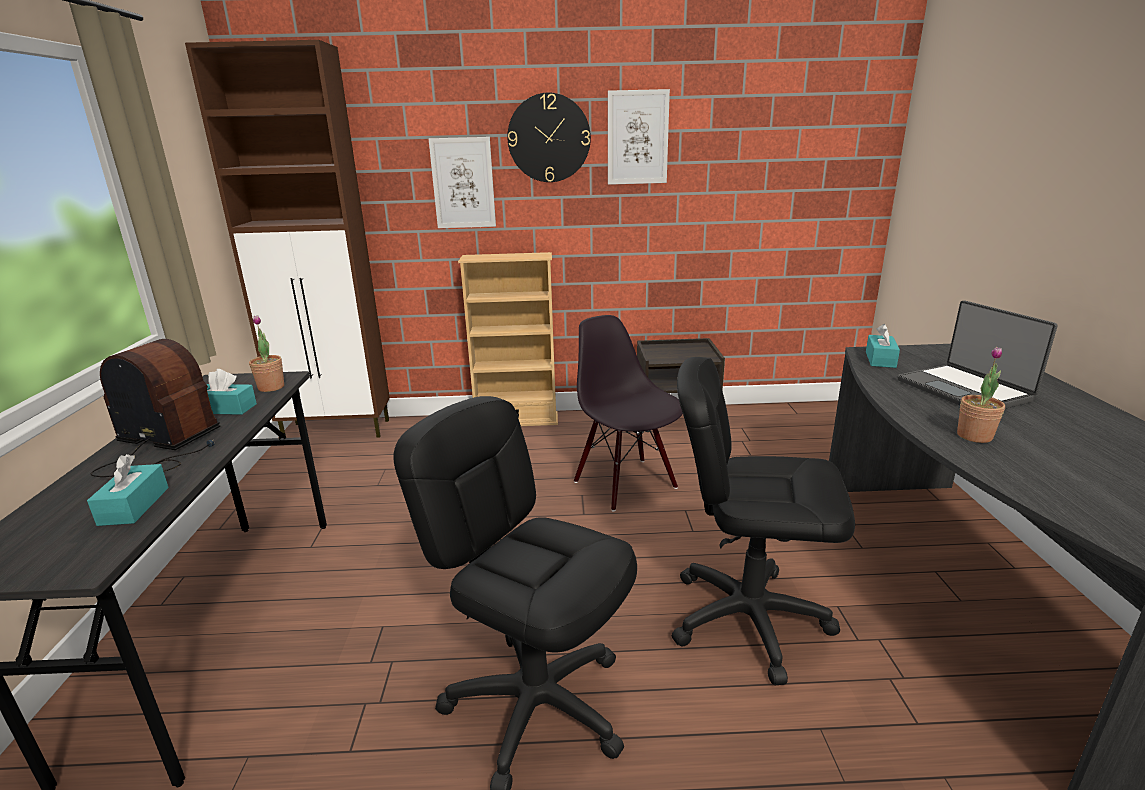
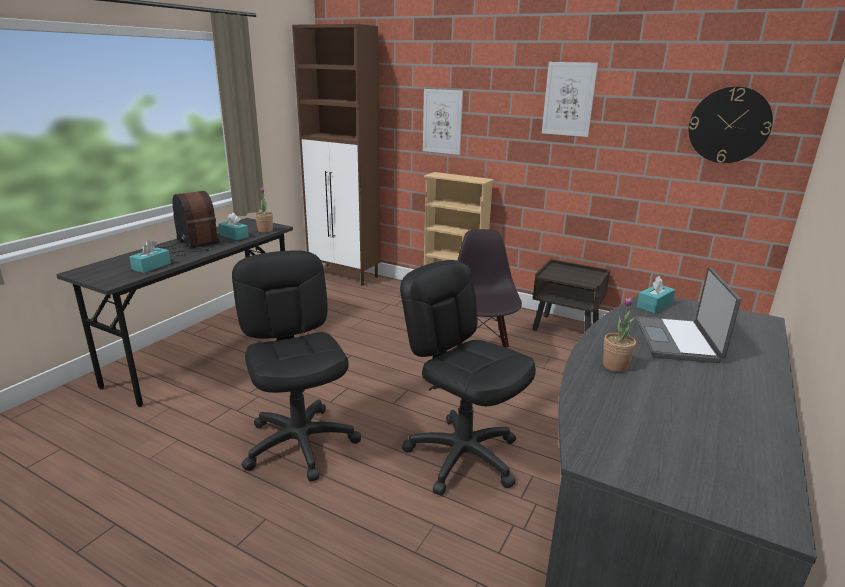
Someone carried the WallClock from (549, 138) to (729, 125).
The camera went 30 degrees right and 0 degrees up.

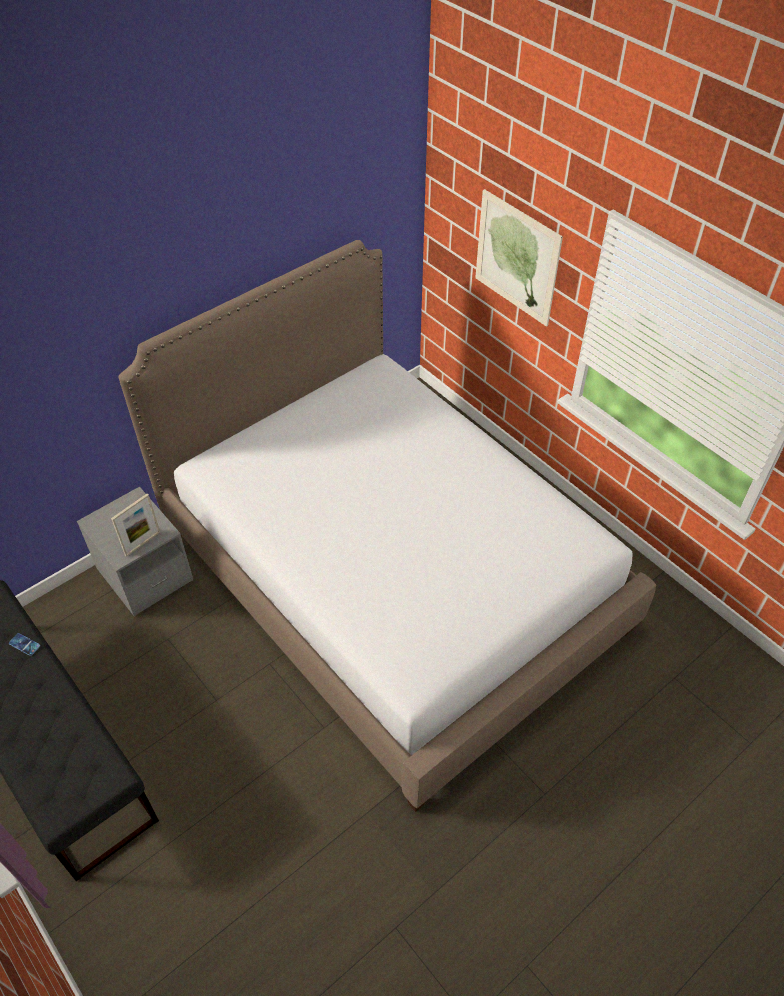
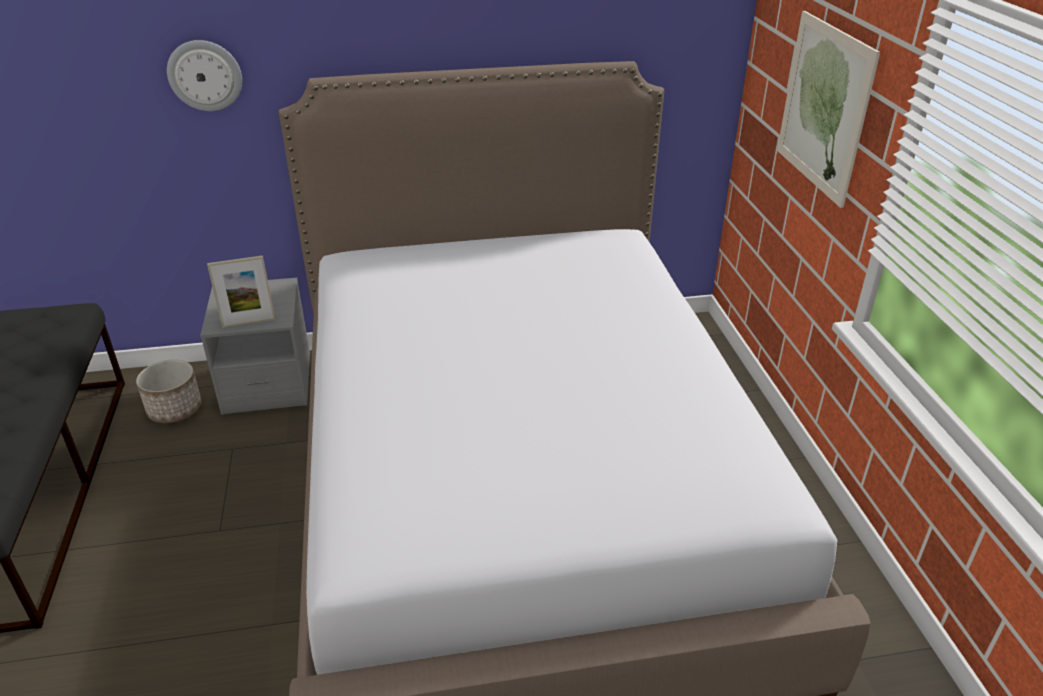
Someone took away the Handset at (24, 644).
Someone put up the WallClock at (205, 75).
Someone put down the FlowerPot at (175, 409).
The camera went 30 degrees right and 15 degrees down.

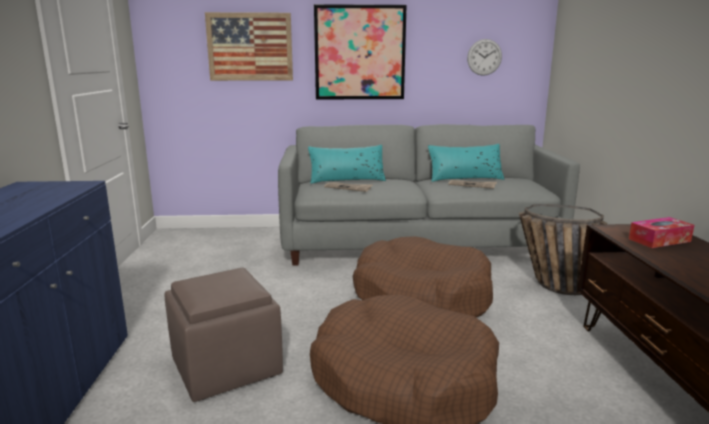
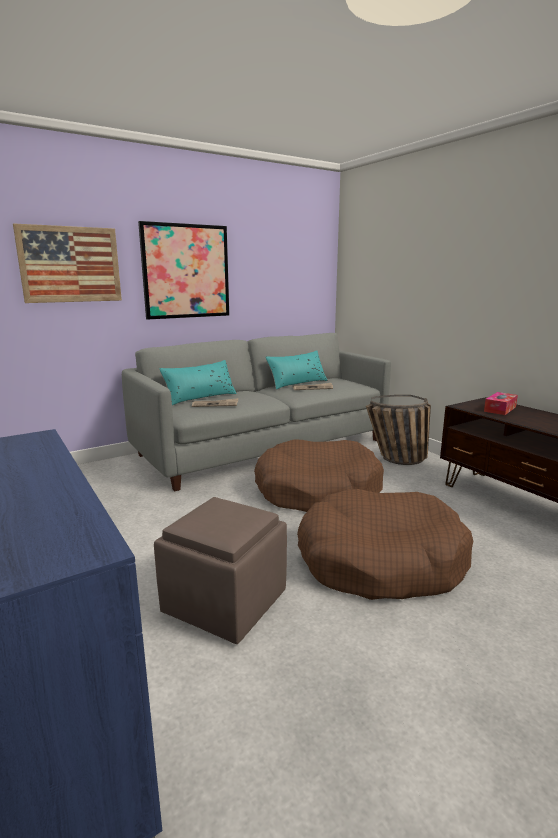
Someone took away the WallClock at (484, 57).
The camera went 30 degrees left and 0 degrees up.

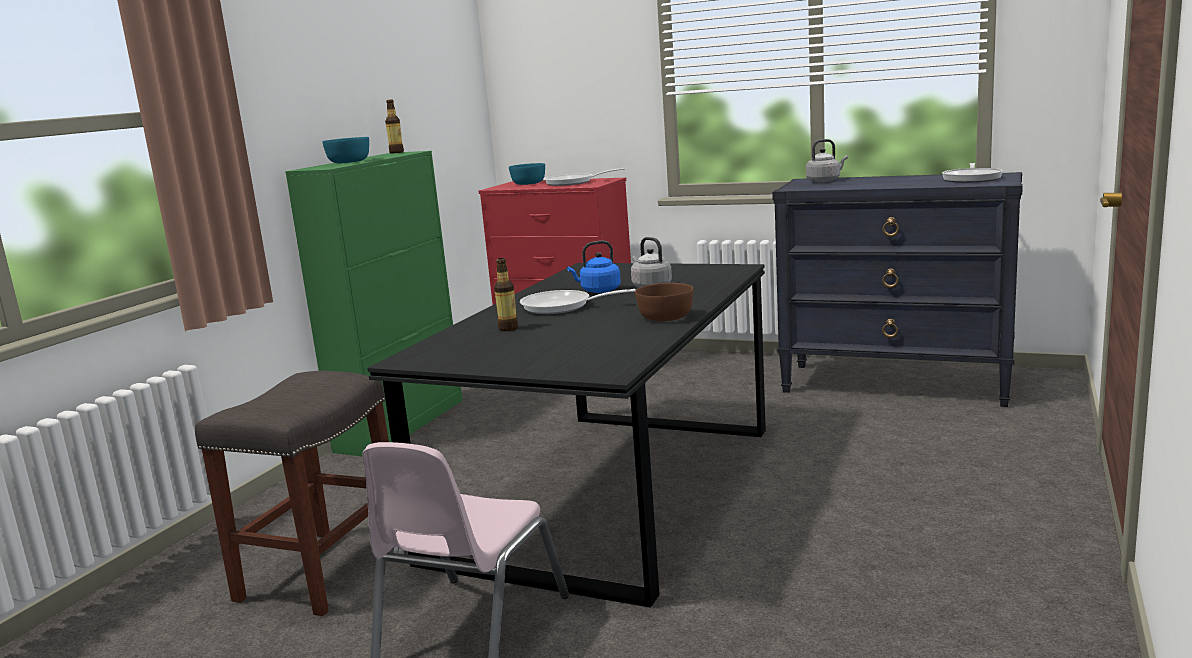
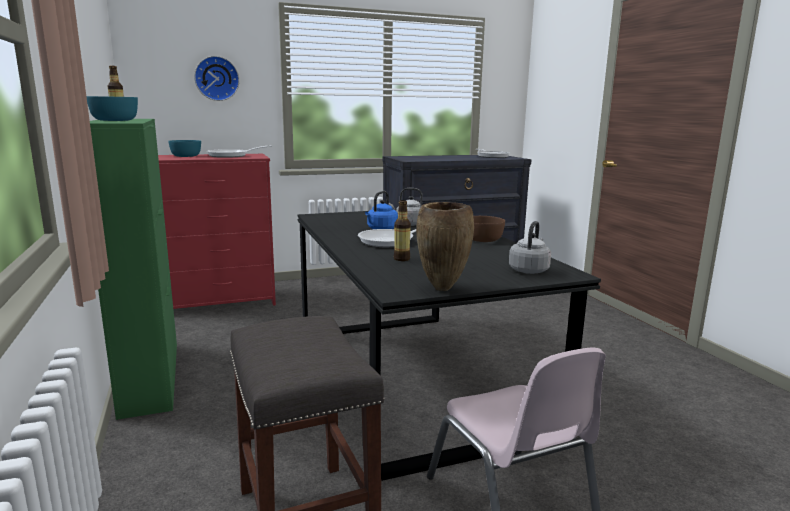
Someone carried the GreyKettle from (825, 180) to (529, 270).
Someone put up the WallClock at (216, 78).
Someone put down the BrownishFlowerVase at (442, 289).
The camera went 45 degrees left and 0 degrees up.

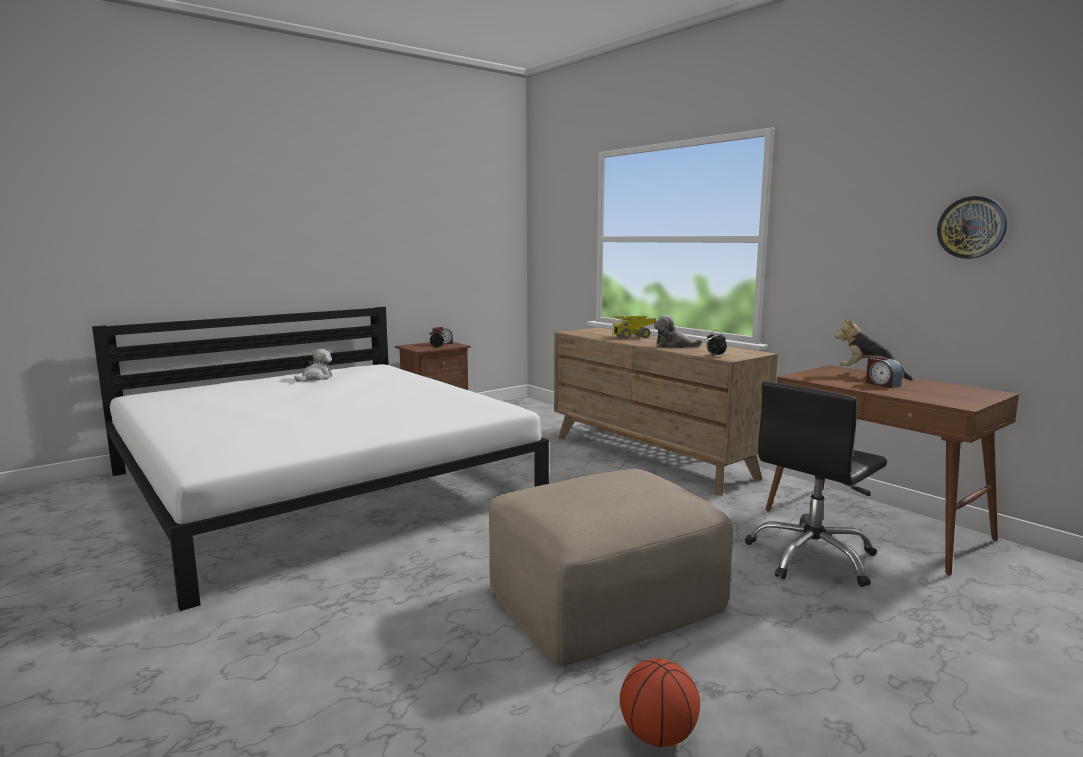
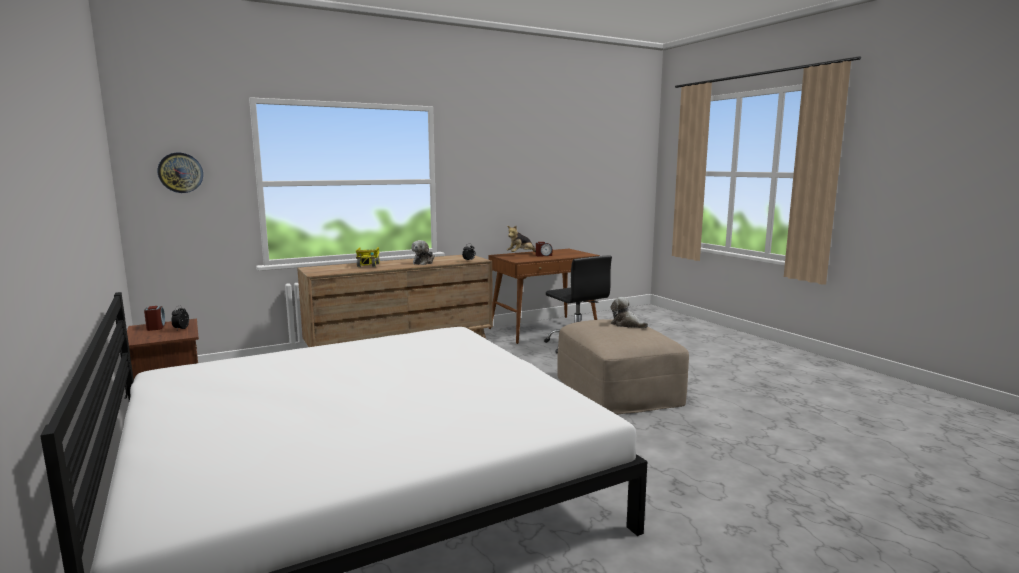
Someone carried the WallClock from (971, 227) to (180, 172).
Someone carried the SoftToy from (316, 378) to (626, 324).
Someone took away the Basketball at (657, 736).
The camera went 80 degrees left and 0 degrees up.

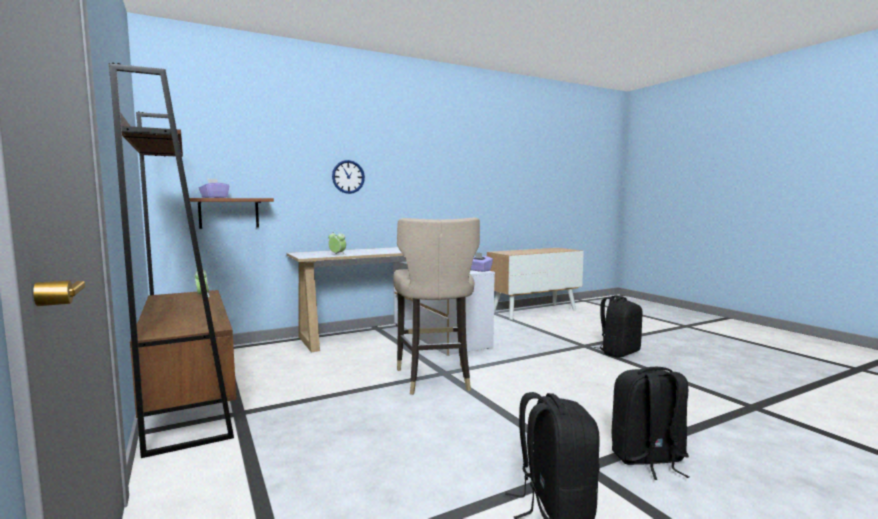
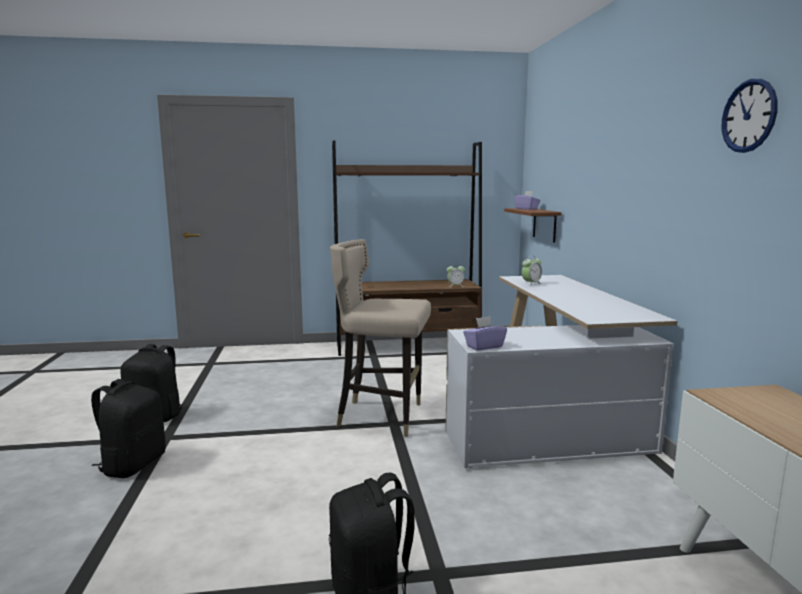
Someone carried the WallClock from (348, 177) to (749, 116).
The camera went 110 degrees right and 5 degrees up.

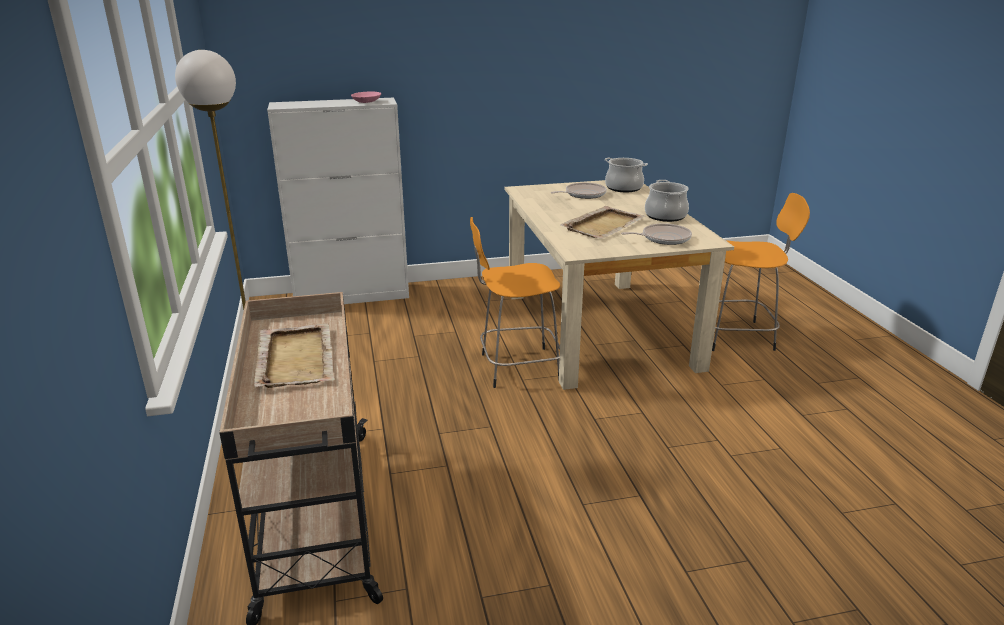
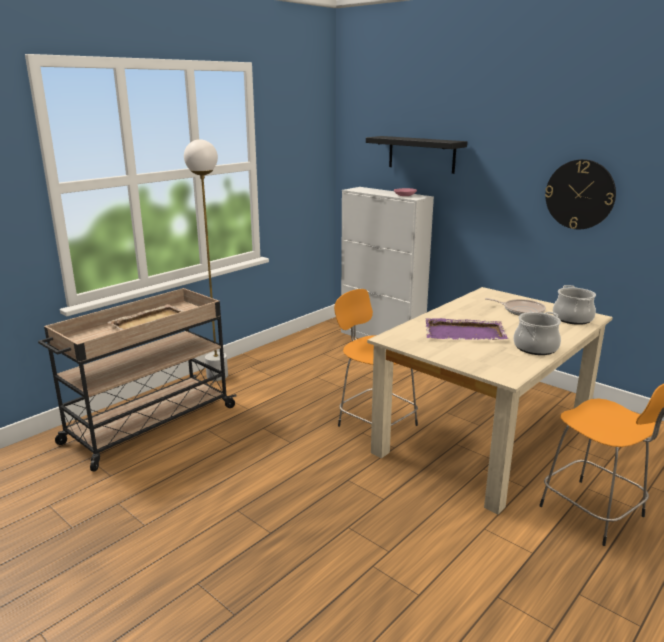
Someone repainted the BeigeColouredTray at (603, 225), which became the PurpleColouredTray at (465, 333).
Someone took away the FryingPan at (663, 238).
Someone put up the BlackishShelf at (421, 154).
Someone put up the WallClock at (580, 194).
The camera went 55 degrees right and 5 degrees down.

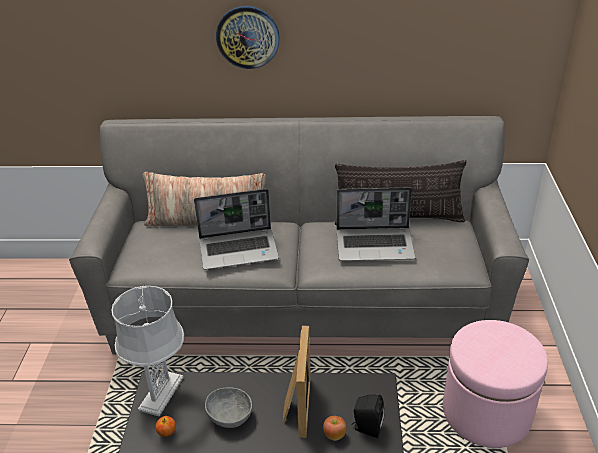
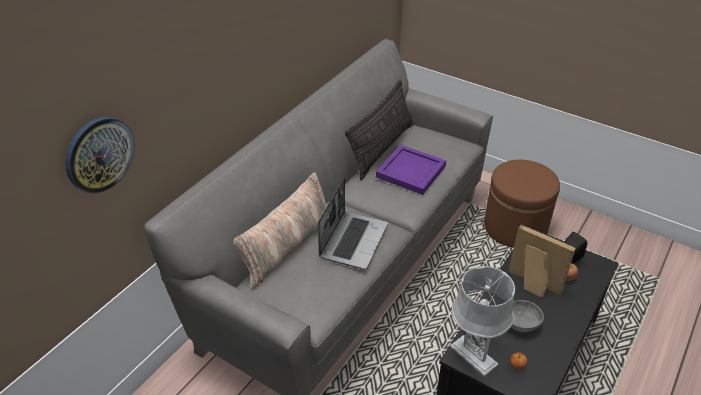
Someone carried the WallClock from (248, 37) to (99, 154).
Someone swapped the NotebookComputer at (375, 245) for the PurpleColouredTray at (410, 171).
Someone repainted the PinkFootrest at (486, 412), which became the BrownishFootrest at (515, 227).
The camera went 60 degrees left and 5 degrees up.

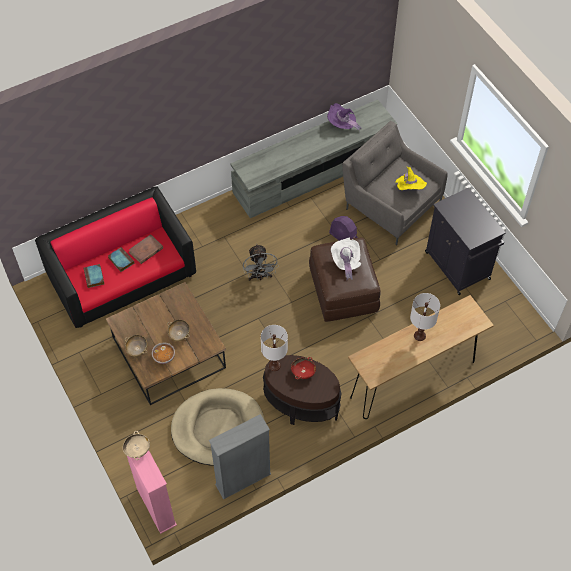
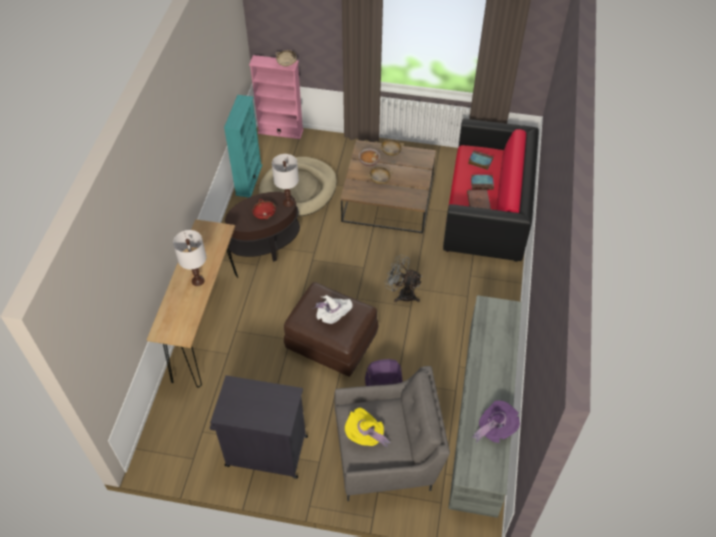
Someone repainted the GreyShelvingUnit at (243, 479), which became the BlueGreenShelvingUnit at (249, 180).
The camera went 130 degrees right and 5 degrees down.

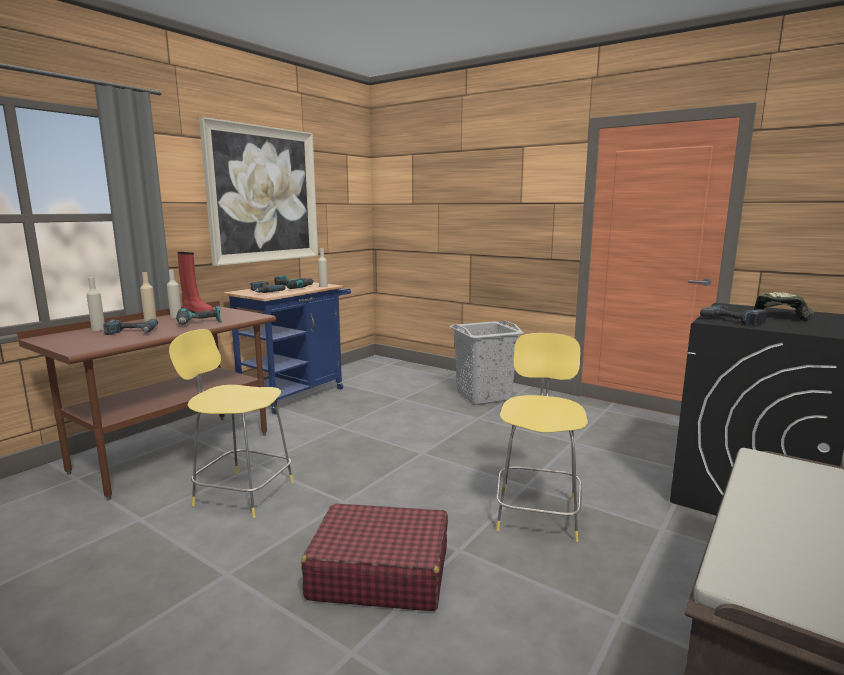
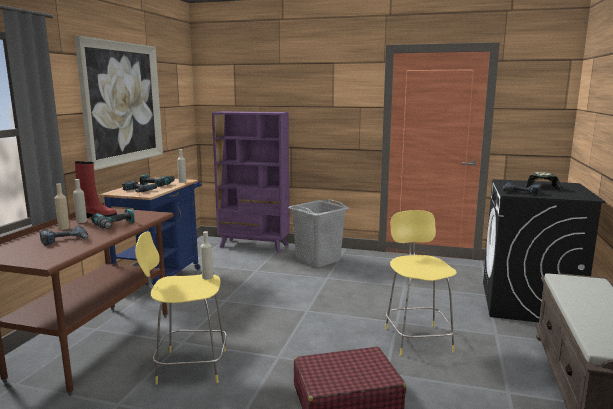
Someone carried the BeigeColouredBeverageBottle from (98, 329) to (207, 277).
Someone put down the PurpleColouredShelvingUnit at (254, 246).
The camera went 20 degrees left and 0 degrees up.

